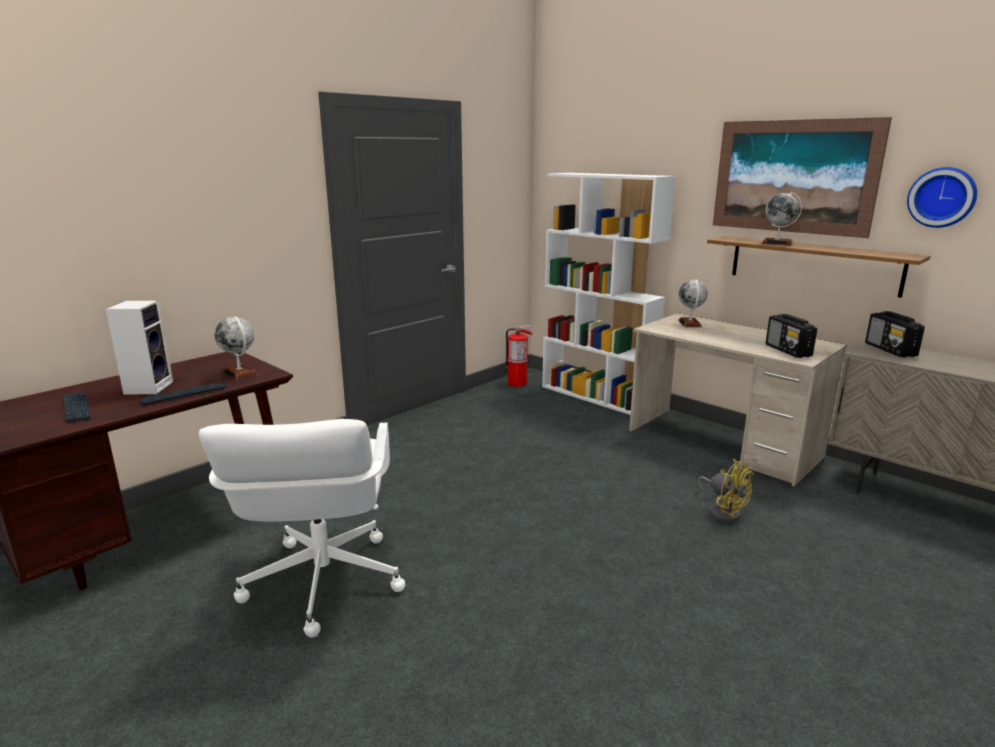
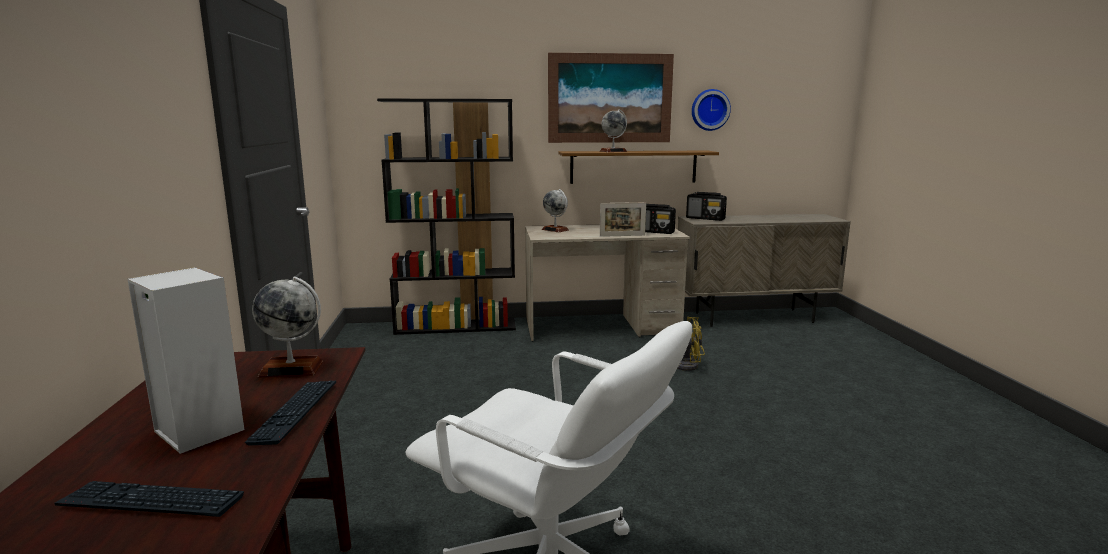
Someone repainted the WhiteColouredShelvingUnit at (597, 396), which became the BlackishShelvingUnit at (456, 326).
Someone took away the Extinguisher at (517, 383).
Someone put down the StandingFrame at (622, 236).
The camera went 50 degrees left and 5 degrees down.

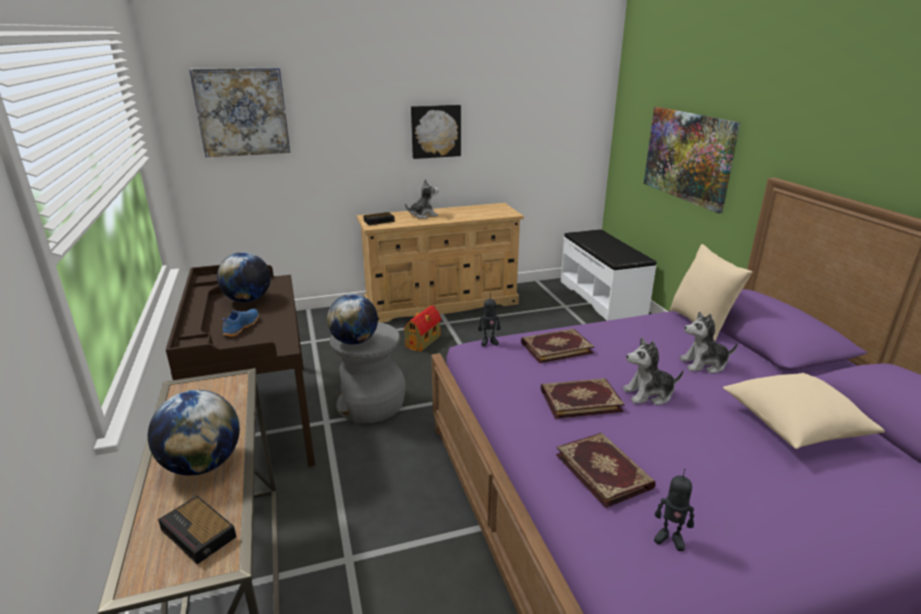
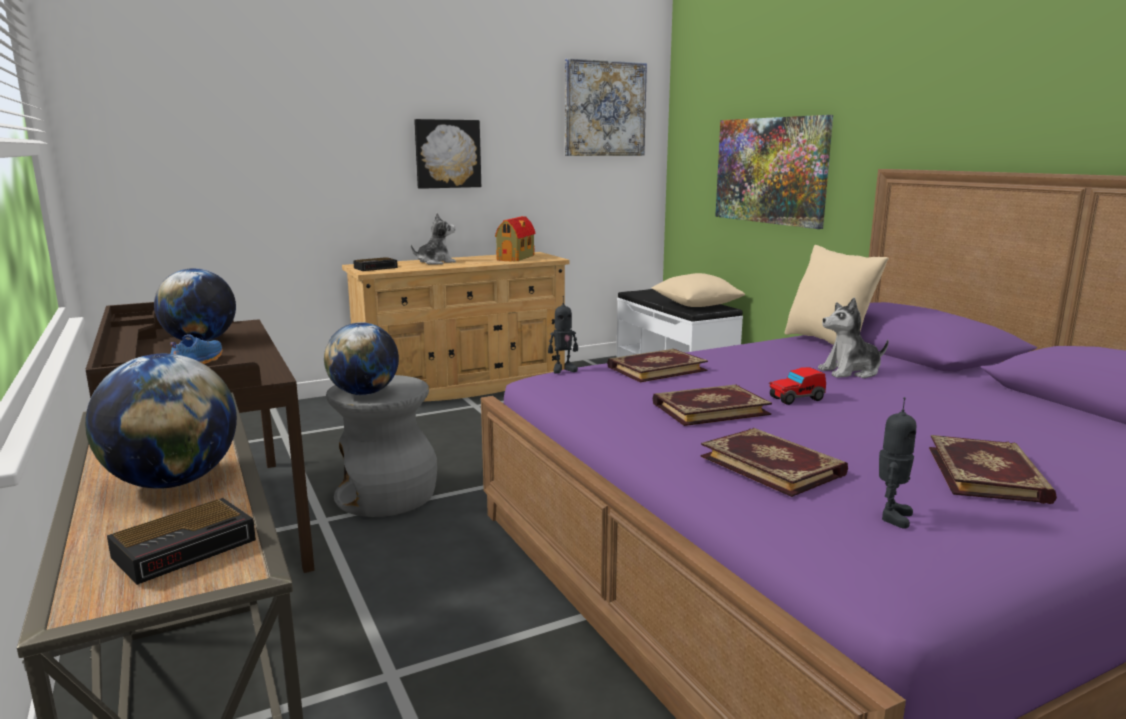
Someone carried the WallPicture from (242, 112) to (604, 109).
Someone carried the ModelHouse from (424, 341) to (516, 257).
Someone swapped the SoftToy at (649, 394) for the ToyCar at (796, 399).
Someone carried the BeigeColouredCushion from (793, 426) to (696, 305).
Someone rotated the ModelRobot at (670, 538) by 75 degrees counterclockwise.
Someone rotated the TableClock at (199, 534) by 75 degrees counterclockwise.
Someone put down the Book at (988, 474).
The camera went 10 degrees left and 10 degrees down.

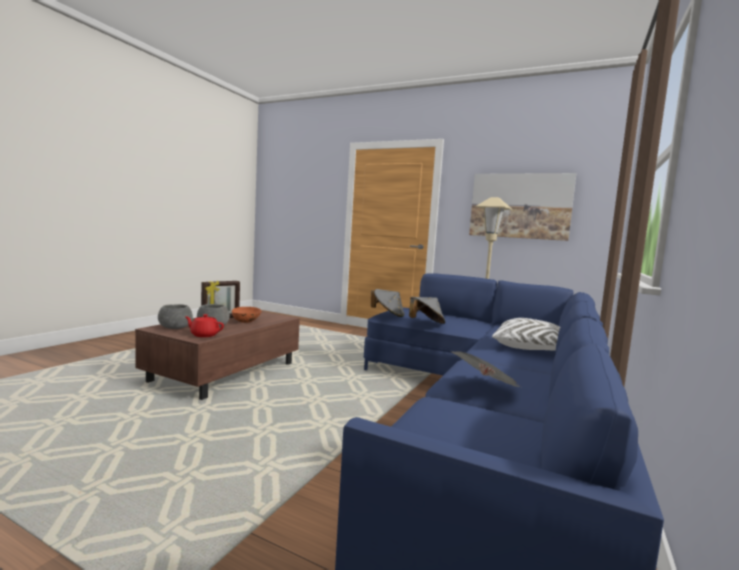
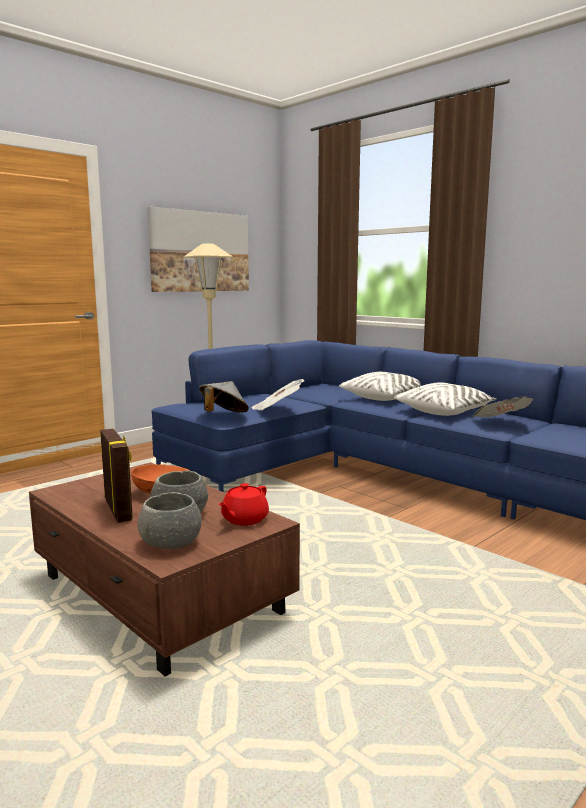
Someone swapped the GreyHat at (426, 323) for the Newspaper at (277, 409).
Someone put down the WhiteColouredCushion at (444, 412).
The camera went 70 degrees left and 5 degrees up.

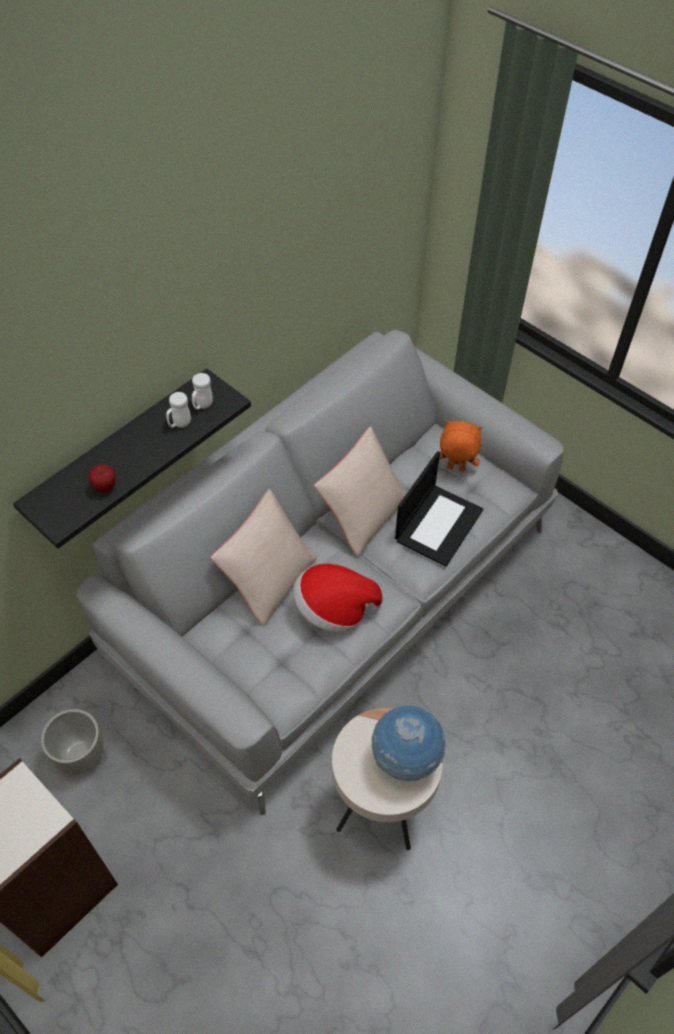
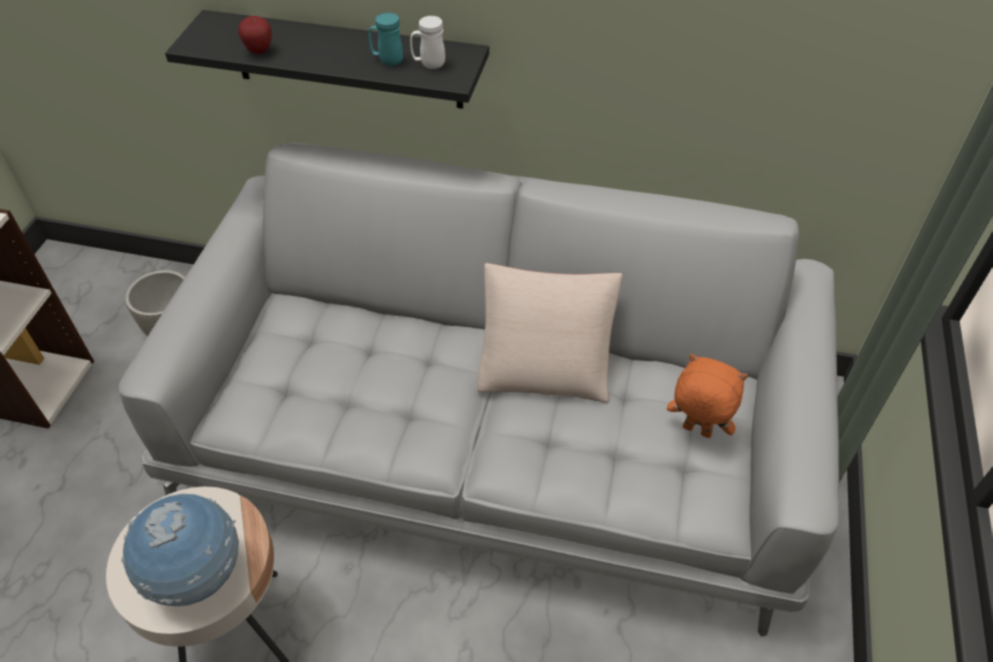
Someone repainted the WhiteColouredCoffeeMug at (179, 424), which became the BlueGreenCoffeeMug at (387, 60).
Someone rotated the OrangeColouredSoftToy at (455, 469) by 45 degrees counterclockwise.
Someone took away the NotebookComputer at (438, 524).
Someone took away the BeigeColouredCushion at (268, 578).
Someone took away the Hat at (334, 609).
The camera went 60 degrees right and 5 degrees down.

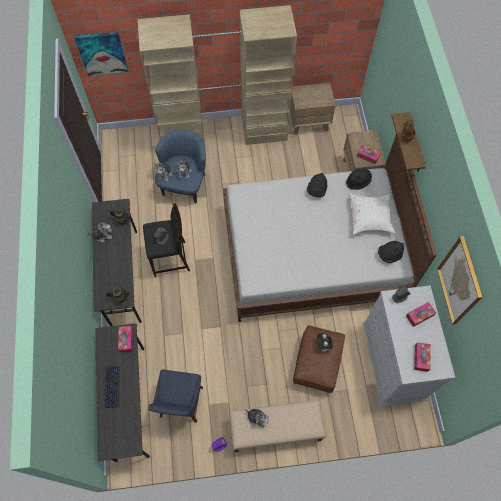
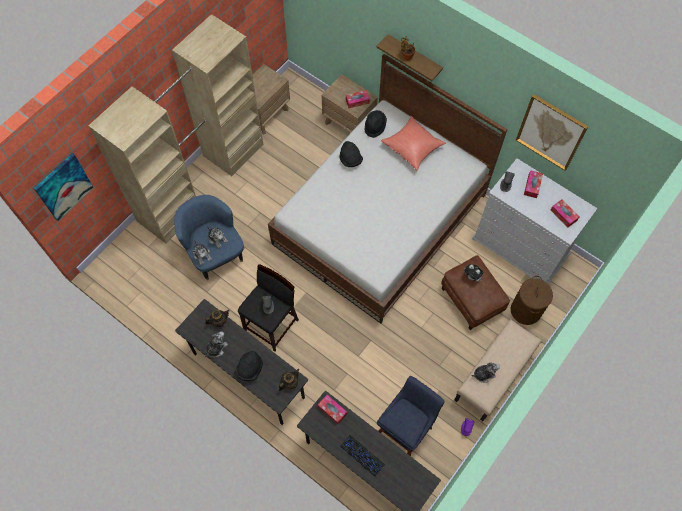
Someone repainted the WhiteColouredCushion at (370, 218), which became the RedCushion at (412, 147).
Someone carried the BlackishHat from (389, 254) to (250, 369).
Someone rotated the BlueColouredUprightChair at (181, 404) by 105 degrees counterclockwise.
Someone put down the BrownishWashingBasket at (525, 310).
The camera went 45 degrees left and 0 degrees up.

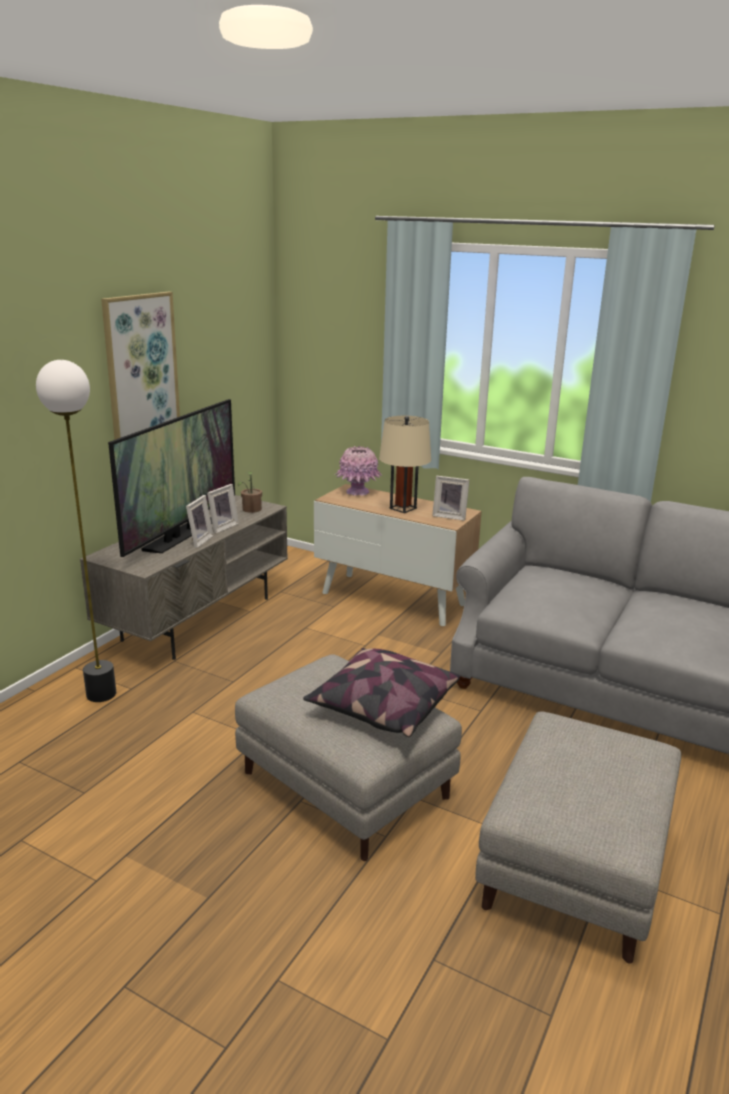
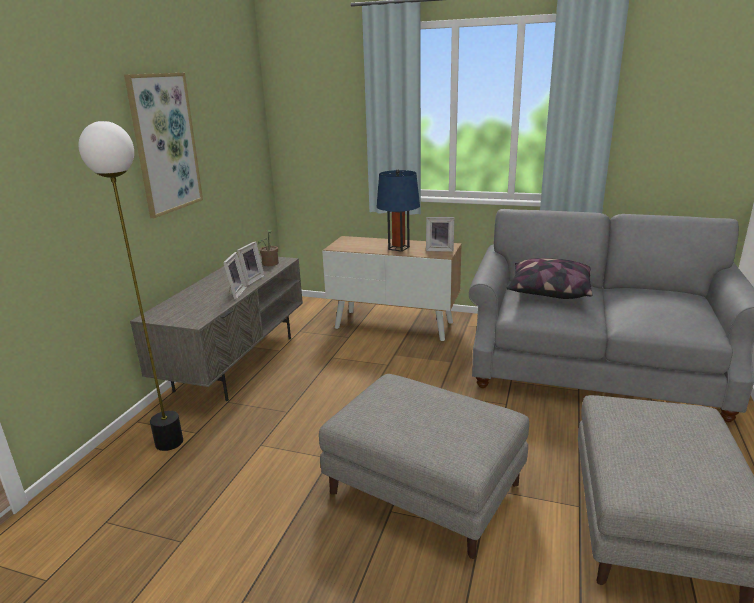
Someone took away the Tv at (182, 535).
Someone repainted the BeigeColouredLampForATable at (403, 508), which became the BlueColouredLampForATable at (398, 248).
Someone took away the PinkFlowerVase at (358, 492).
Someone carried the Cushion from (382, 707) to (548, 292).
The camera went 10 degrees left and 0 degrees up.

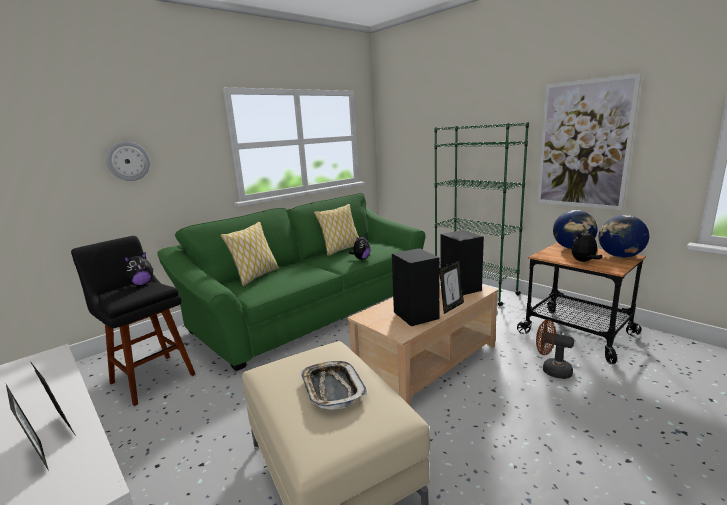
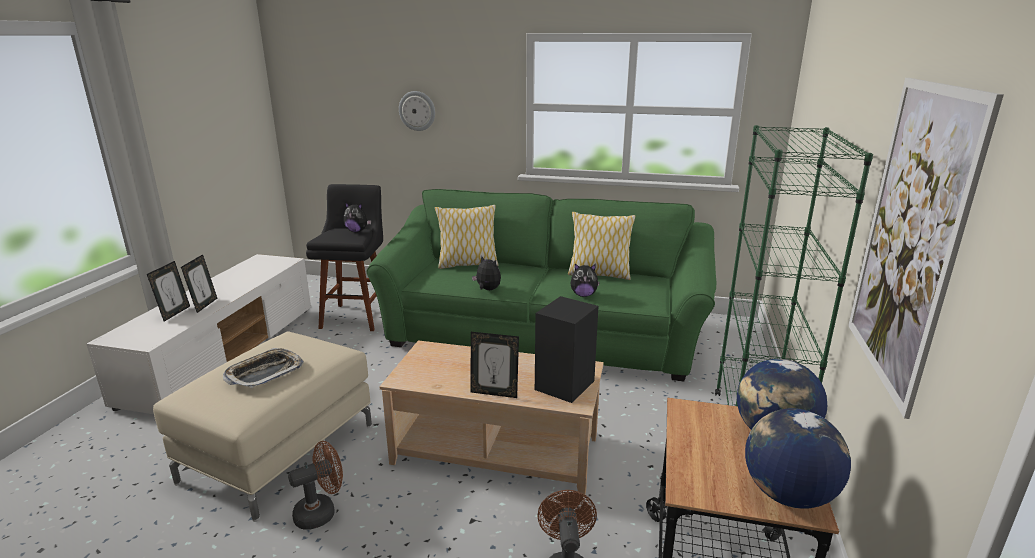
Someone carried the SoftToy from (584, 261) to (487, 290).
Someone took away the BlackishSpeaker at (416, 315).
Someone put down the BrownishElectricFan at (321, 512).
The camera went 55 degrees right and 5 degrees up.

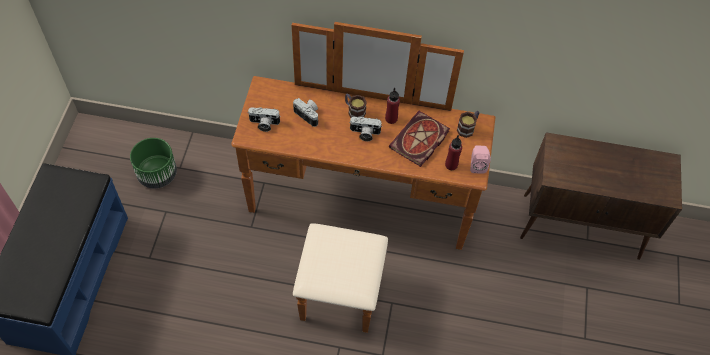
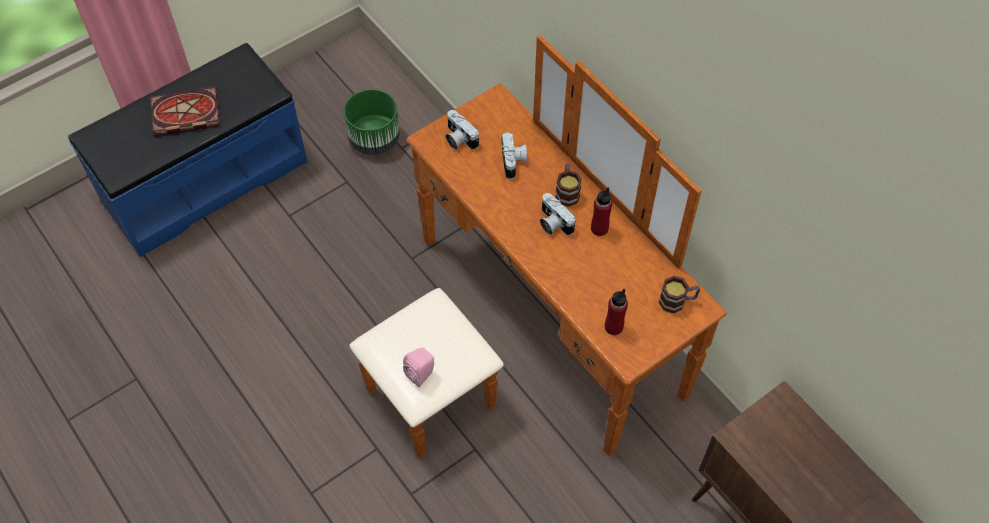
Someone carried the Book from (419, 141) to (184, 114).
Someone carried the PinkSpeaker from (477, 165) to (422, 374).
The camera went 45 degrees right and 0 degrees up.

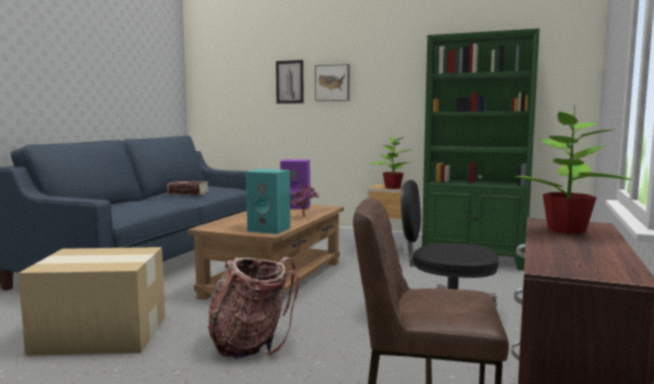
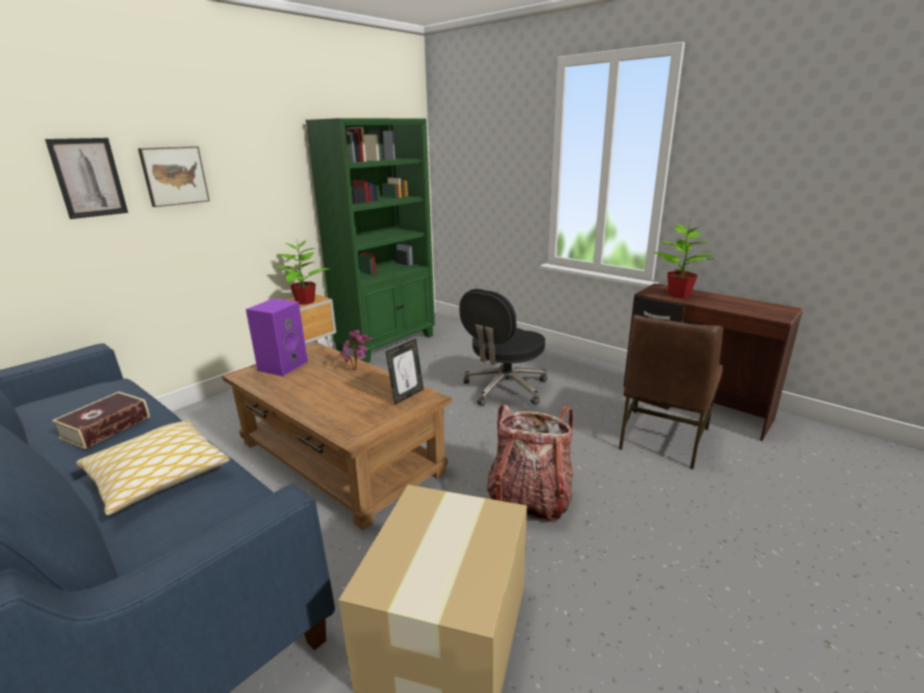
Someone swapped the BlueGreenSpeaker at (270, 229) for the StandingFrame at (407, 395).
Someone put down the Cushion at (158, 476).
The camera went 70 degrees left and 15 degrees up.

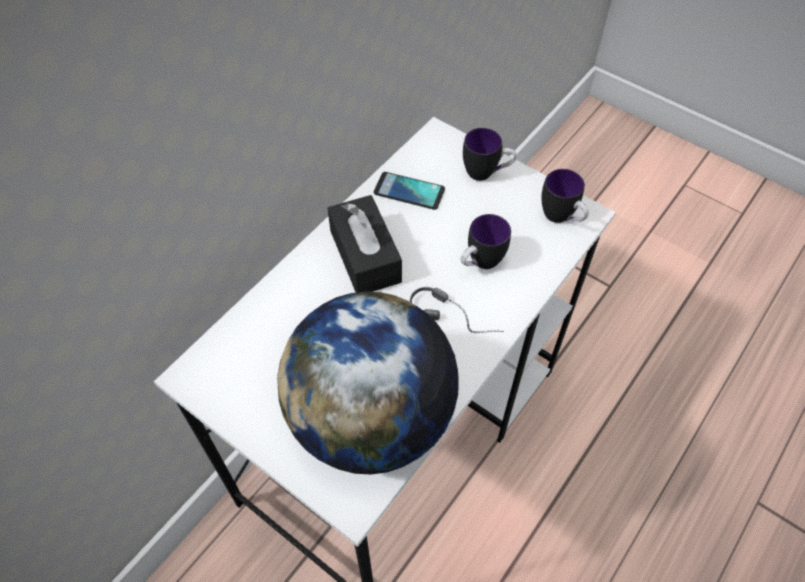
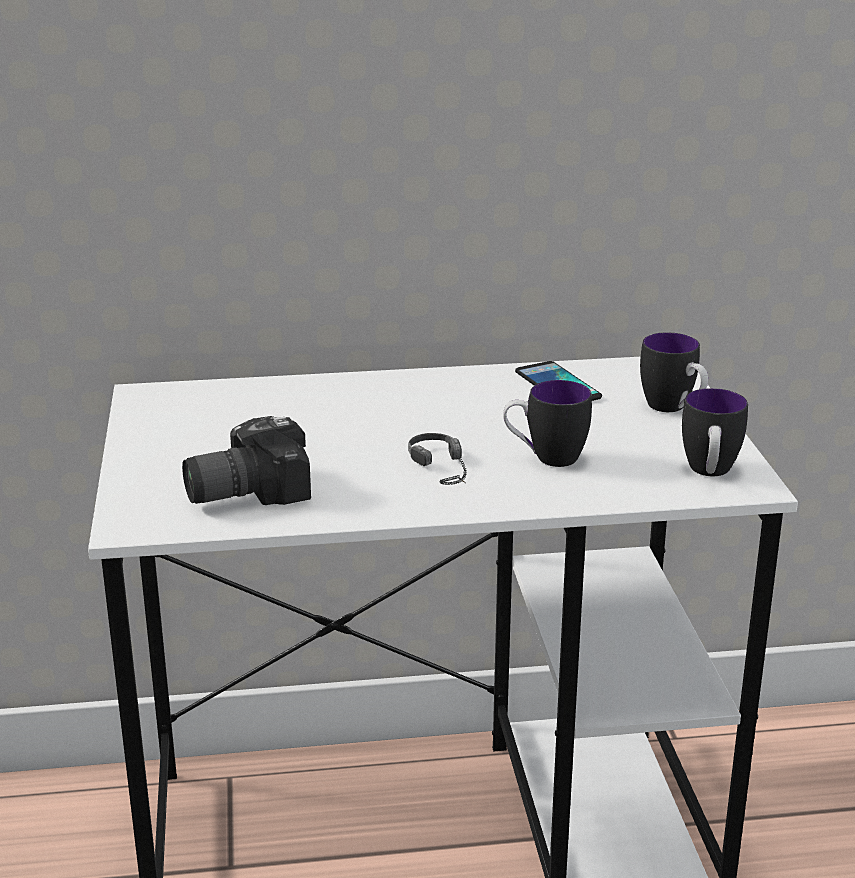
Someone took away the BlackishBoxOfTissues at (365, 256).
Someone swapped the WorldGlobe at (372, 419) for the PhotoCamera at (243, 491).
The camera went 45 degrees right and 30 degrees down.

